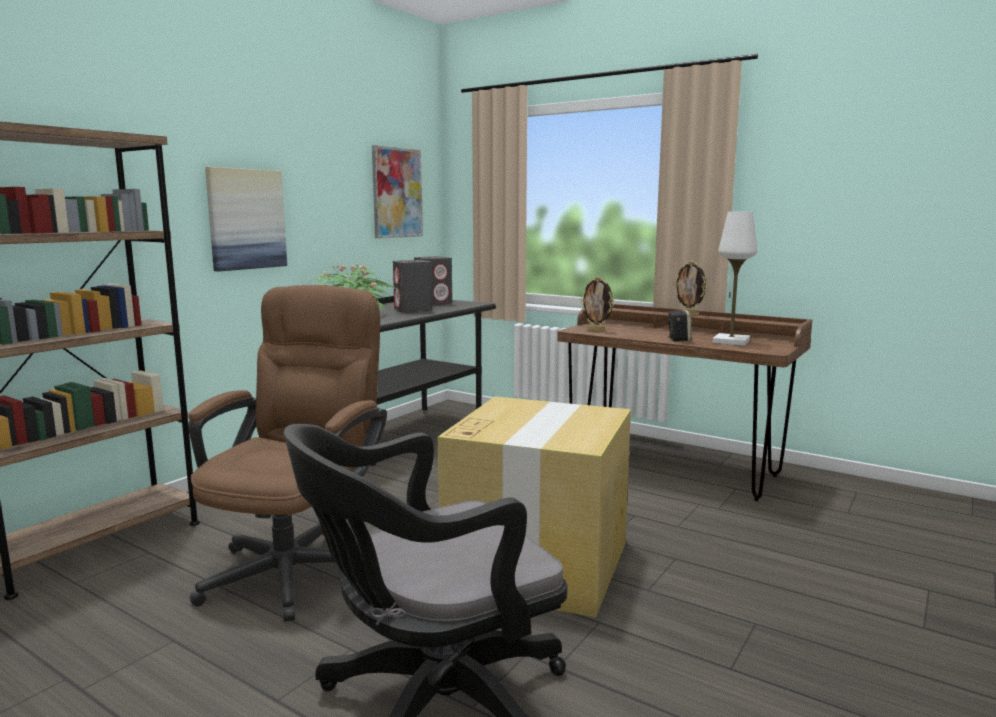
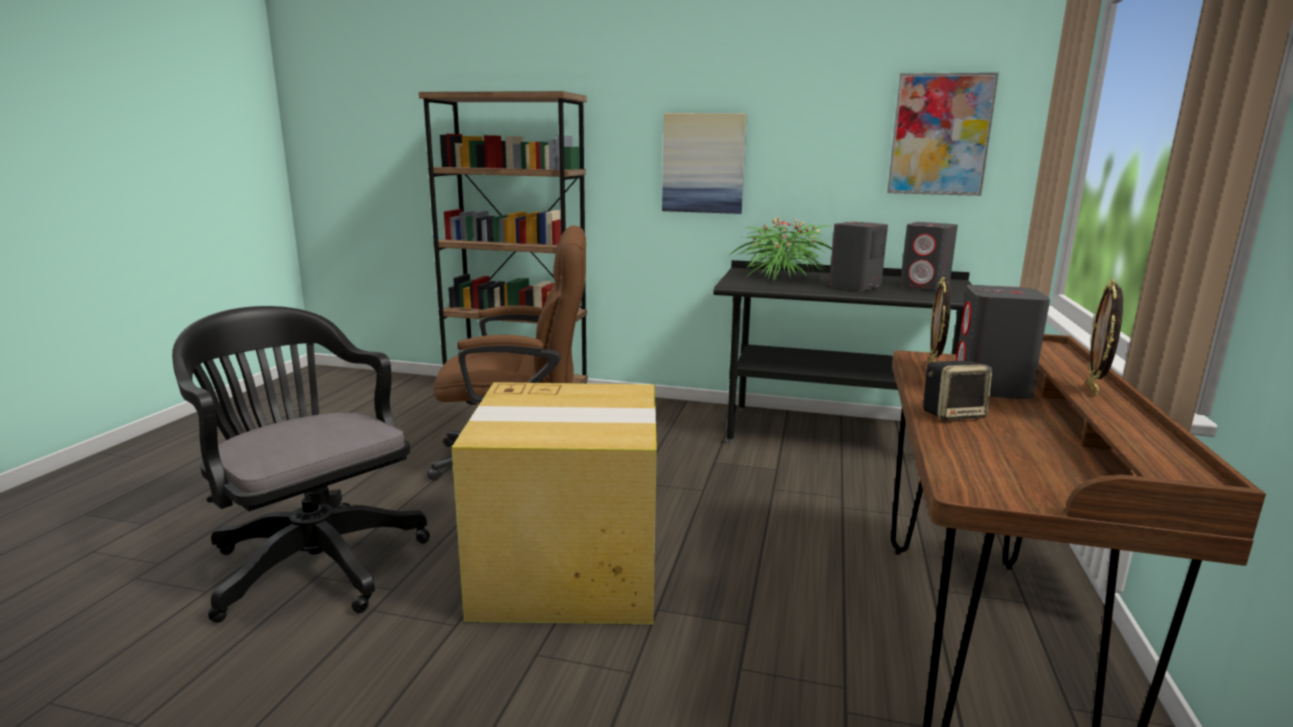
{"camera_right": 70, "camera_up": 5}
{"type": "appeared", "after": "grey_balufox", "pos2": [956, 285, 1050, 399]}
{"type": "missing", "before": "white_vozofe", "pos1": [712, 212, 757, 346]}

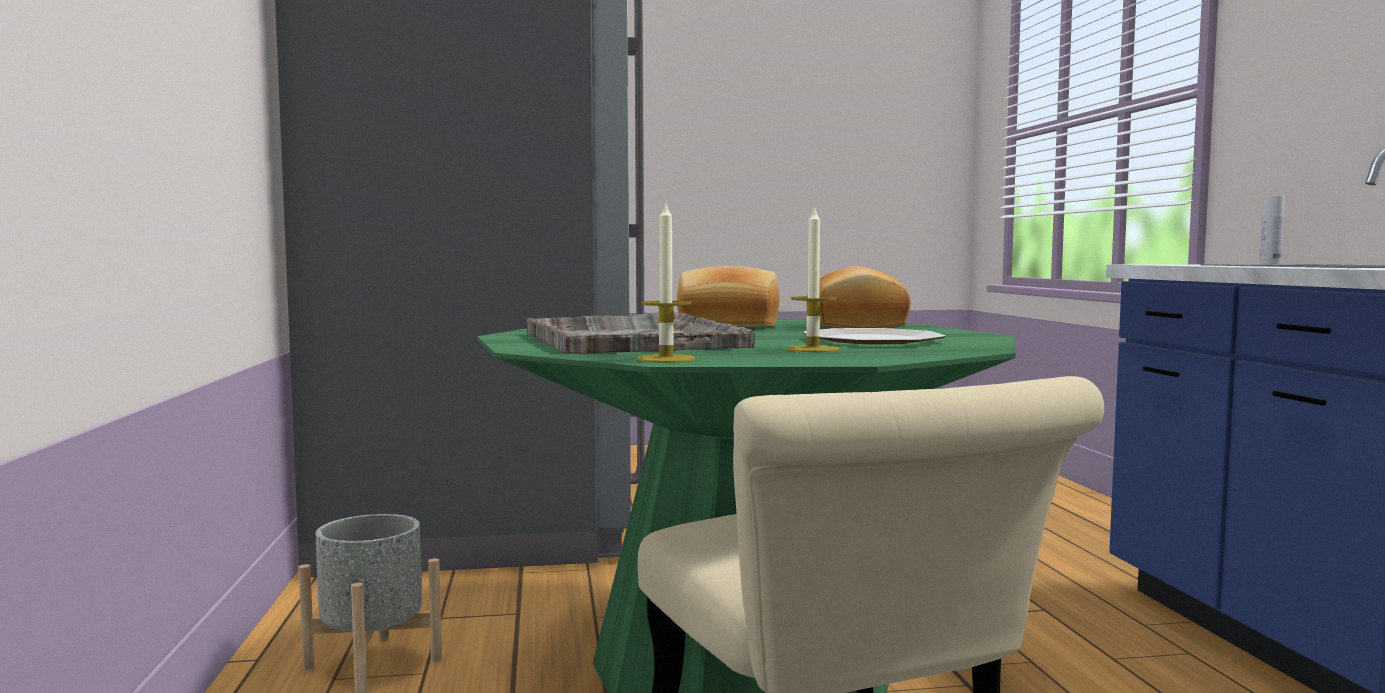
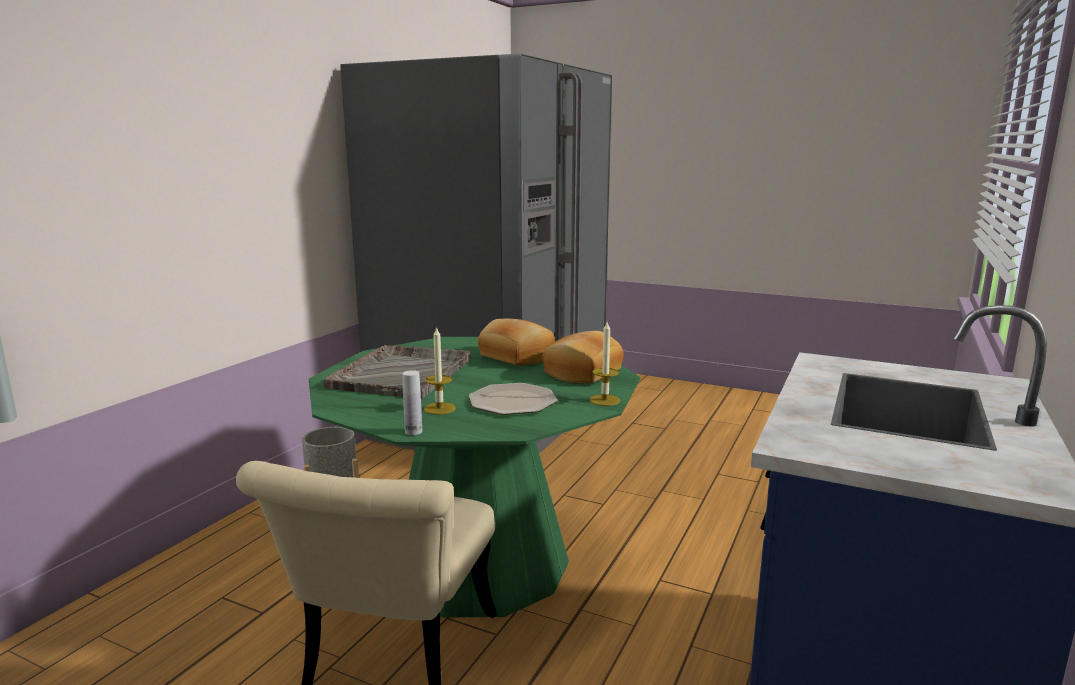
{"camera_right": 35, "camera_up": 10}
{"type": "relocated", "before": "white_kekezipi", "pos1": [1259, 196, 1285, 264], "pos2": [402, 370, 422, 435]}
{"type": "relocated", "before": "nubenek", "pos1": [637, 202, 695, 363], "pos2": [590, 322, 620, 406]}

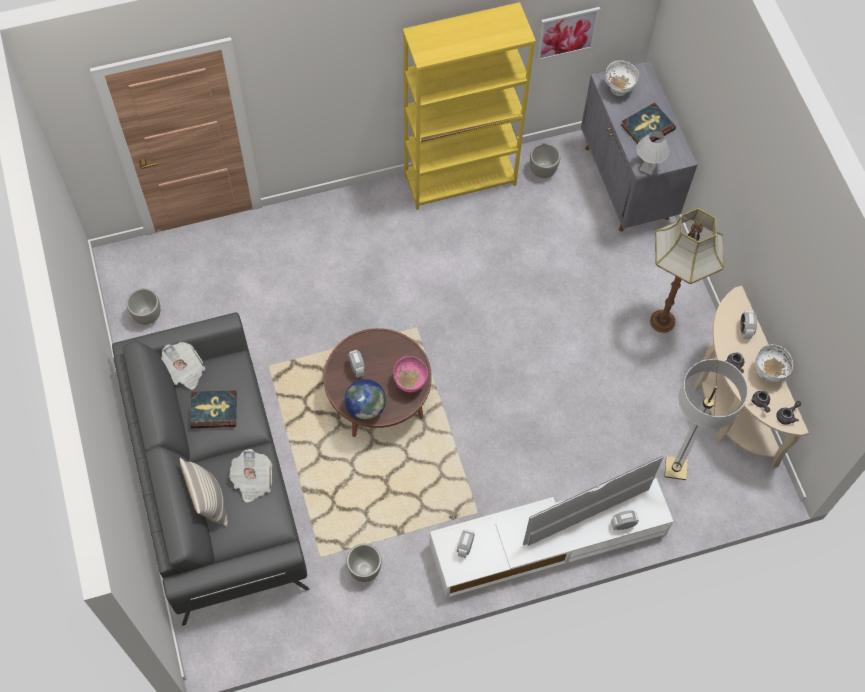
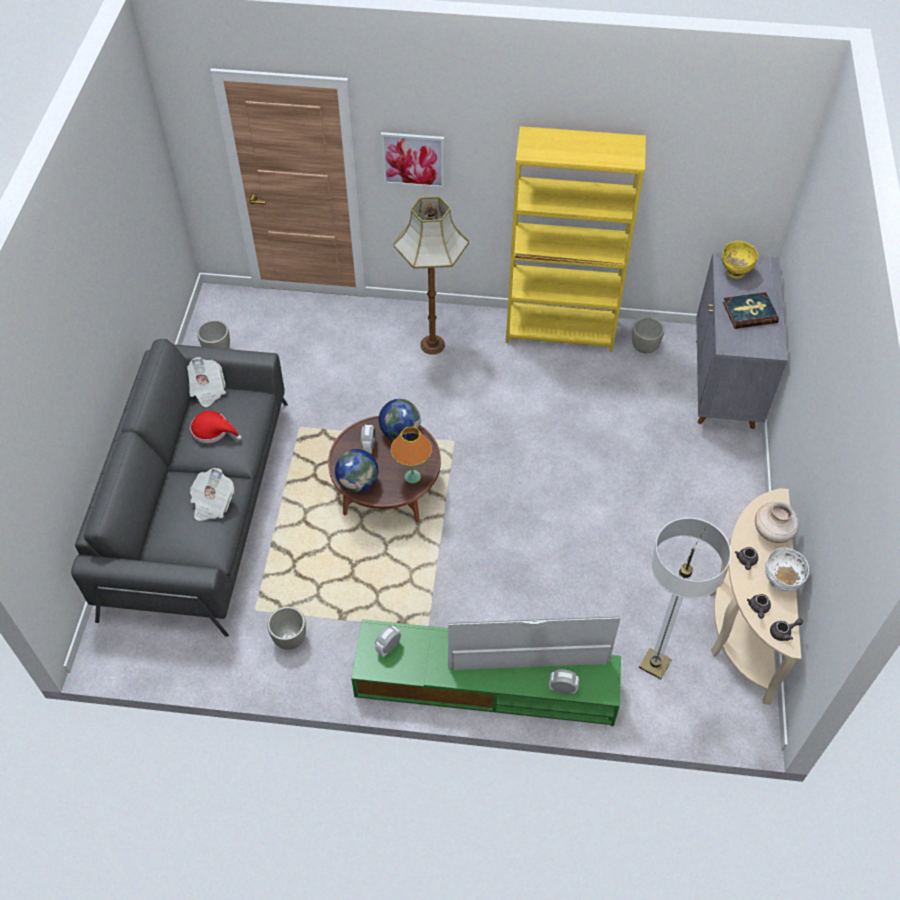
{"camera_right": 25, "camera_up": -10}
{"type": "exchanged", "before": "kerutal", "after": "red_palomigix", "pos1": [190, 390, 237, 428], "pos2": [190, 411, 242, 443]}
{"type": "colour", "before": "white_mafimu", "after": "green_mafimu", "pos1": [429, 478, 674, 598], "pos2": [351, 619, 621, 726]}
{"type": "appeared", "after": "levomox", "pos2": [379, 399, 421, 440]}
{"type": "relocated", "before": "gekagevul", "pos1": [536, 7, 600, 61], "pos2": [381, 132, 445, 188]}
{"type": "exchanged", "before": "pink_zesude", "after": "orange_vozofe", "pos1": [393, 356, 428, 392], "pos2": [391, 427, 432, 483]}
{"type": "relocated", "before": "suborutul", "pos1": [650, 208, 724, 333], "pos2": [393, 196, 469, 355]}
{"type": "colour", "before": "white_zesude", "after": "yellow_zesude", "pos1": [605, 60, 639, 96], "pos2": [722, 241, 758, 279]}
{"type": "exchanged", "before": "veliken", "after": "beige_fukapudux", "pos1": [740, 311, 757, 339], "pos2": [755, 502, 799, 543]}
{"type": "missing", "before": "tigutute", "pos1": [180, 458, 228, 527]}
{"type": "missing", "before": "white_vozofe", "pos1": [637, 131, 669, 175]}

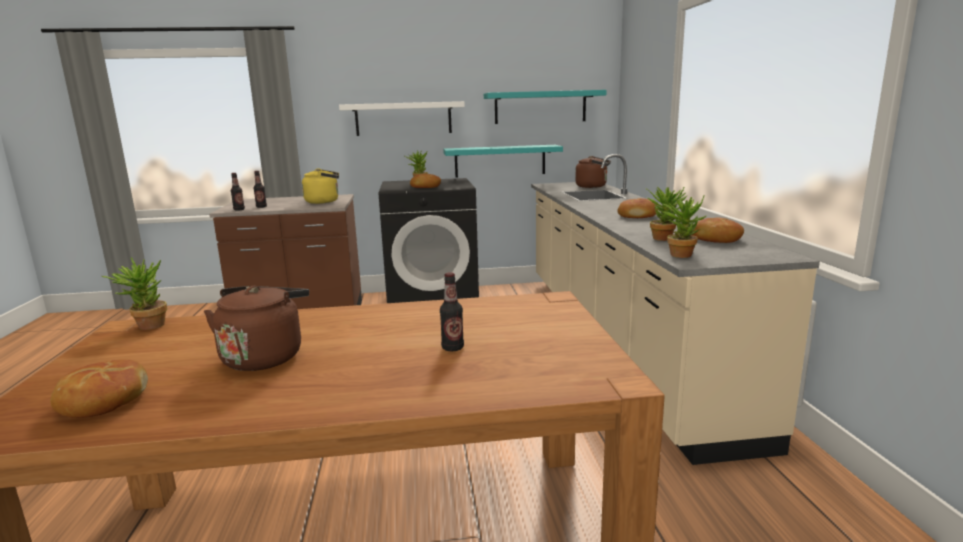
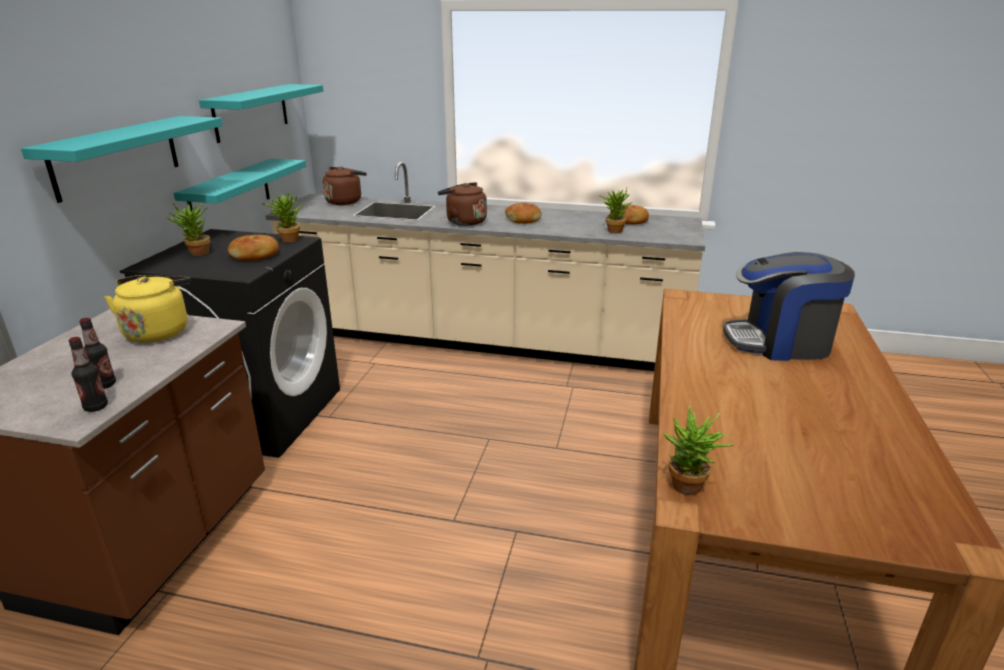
{"camera_right": -70, "camera_up": 10}
{"type": "colour", "before": "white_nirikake", "after": "turquoise_nirikake", "pos1": [339, 101, 465, 136], "pos2": [21, 116, 223, 203]}
{"type": "relocated", "before": "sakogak", "pos1": [661, 196, 706, 258], "pos2": [262, 190, 302, 243]}
{"type": "relocated", "before": "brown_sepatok", "pos1": [204, 286, 309, 371], "pos2": [438, 182, 487, 226]}
{"type": "exchanged", "before": "kekezipi", "after": "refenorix", "pos1": [440, 272, 464, 351], "pos2": [723, 252, 855, 361]}
{"type": "missing", "before": "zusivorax", "pos1": [50, 359, 148, 418]}

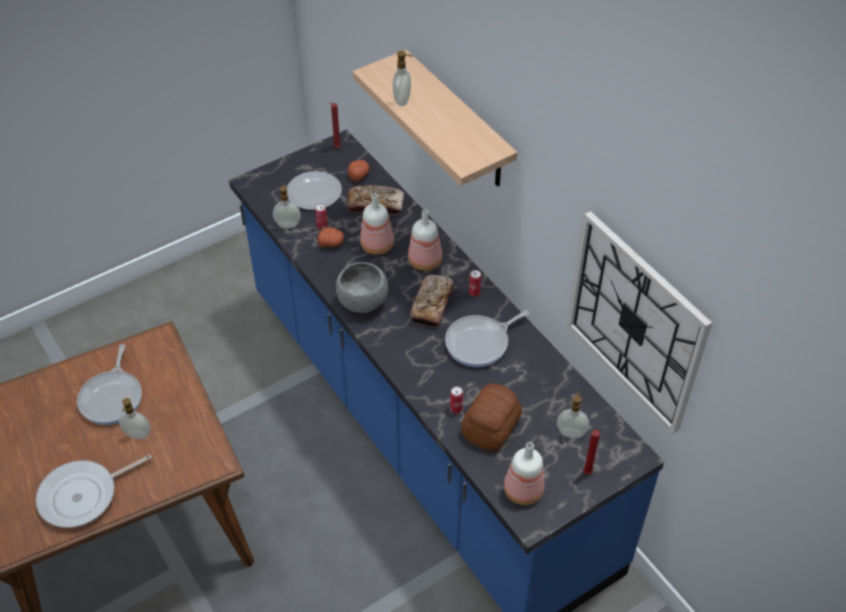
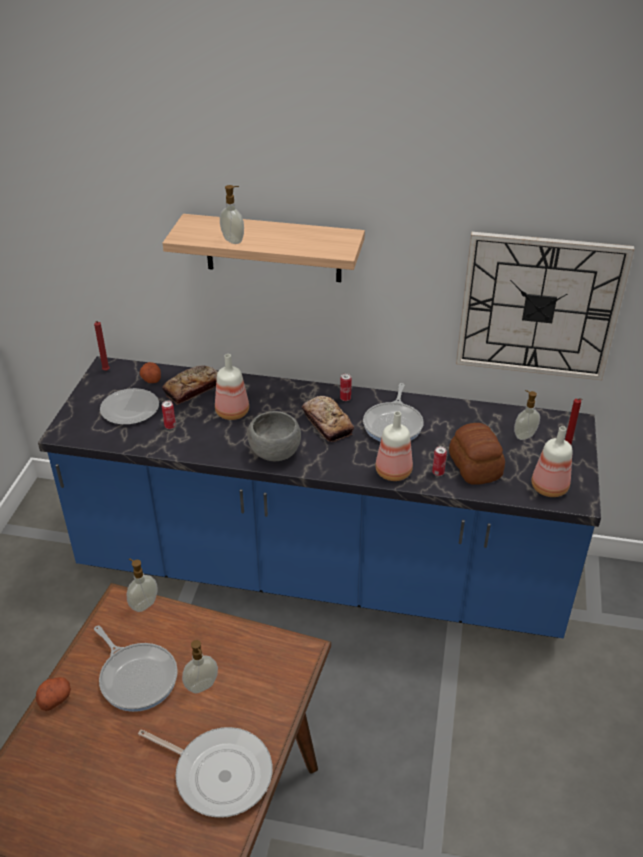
{"camera_right": -45, "camera_up": -10}
{"type": "relocated", "before": "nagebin", "pos1": [317, 227, 344, 247], "pos2": [36, 677, 71, 711]}
{"type": "relocated", "before": "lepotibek", "pos1": [273, 184, 301, 228], "pos2": [126, 558, 157, 612]}
{"type": "spun", "before": "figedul", "pos1": [35, 454, 152, 528], "pos2": [138, 727, 272, 818], "turn": -75}
{"type": "relocated", "before": "kekezipi", "pos1": [408, 210, 442, 271], "pos2": [375, 411, 413, 481]}

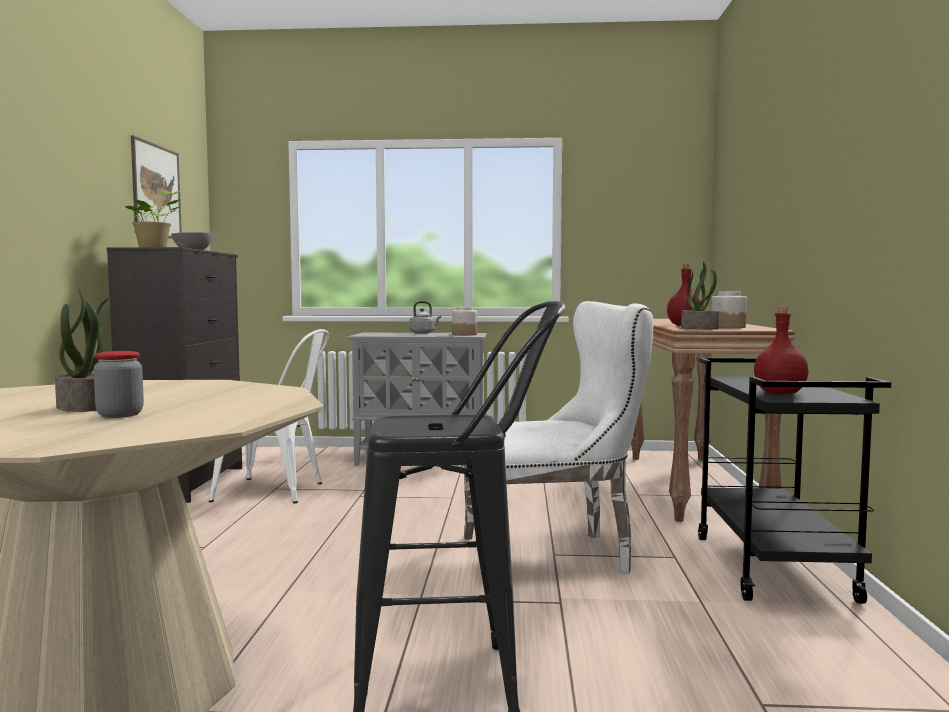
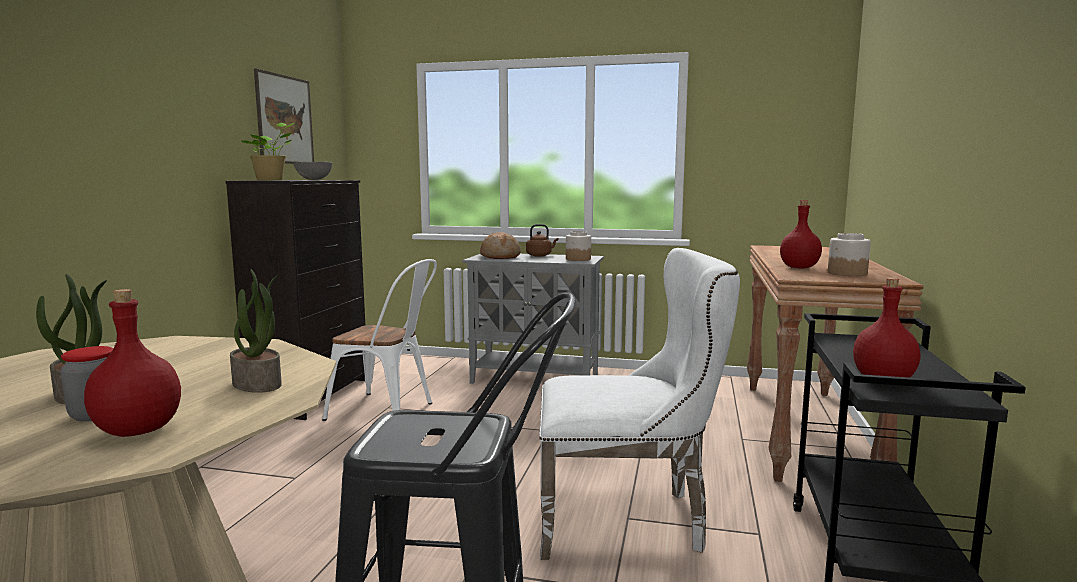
{"camera_right": 10, "camera_up": 5}
{"type": "appeared", "after": "red_kekezipi", "pos2": [84, 289, 181, 437]}
{"type": "relocated", "before": "sakogak", "pos1": [681, 262, 719, 329], "pos2": [230, 269, 282, 393]}
{"type": "appeared", "after": "zusivorax", "pos2": [480, 232, 521, 259]}
{"type": "colour", "before": "grey_sepatok", "after": "brown_sepatok", "pos1": [409, 301, 441, 334], "pos2": [526, 224, 559, 256]}

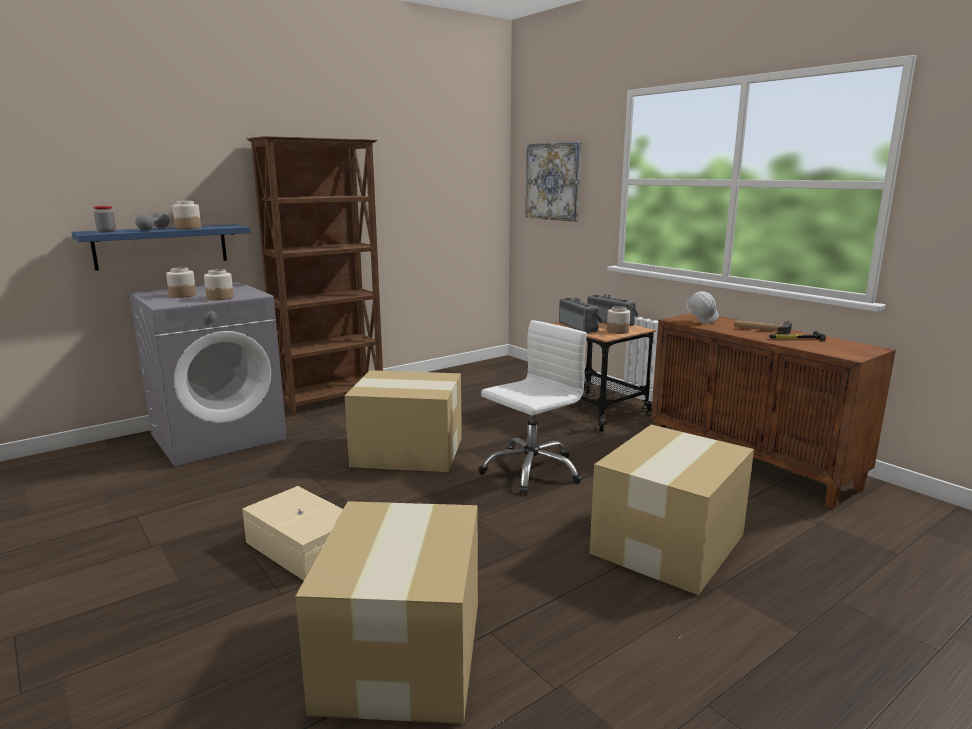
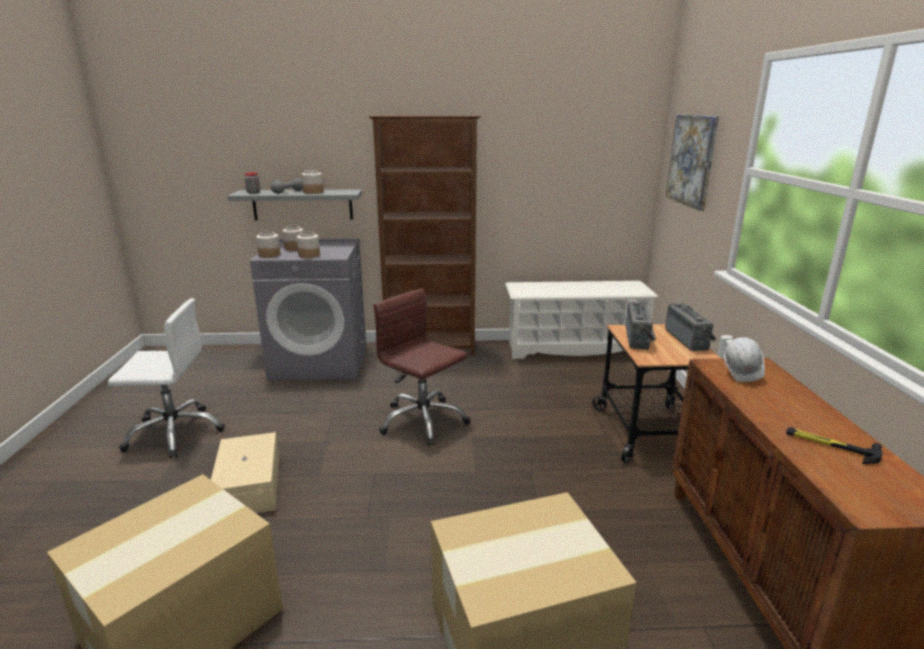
{"camera_right": 35, "camera_up": 5}
{"type": "relocated", "before": "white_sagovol", "pos1": [478, 320, 587, 495], "pos2": [108, 298, 225, 458]}
{"type": "colour", "before": "blue_nirikake", "after": "grey_nirikake", "pos1": [71, 224, 251, 271], "pos2": [227, 190, 362, 220]}
{"type": "relocated", "before": "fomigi", "pos1": [607, 306, 630, 334], "pos2": [256, 231, 280, 258]}
{"type": "exchanged", "before": "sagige", "after": "brown_sagovol", "pos1": [345, 370, 462, 472], "pos2": [373, 289, 470, 446]}
{"type": "appeared", "after": "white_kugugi", "pos2": [505, 281, 658, 359]}
{"type": "missing", "before": "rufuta", "pos1": [734, 320, 792, 335]}

